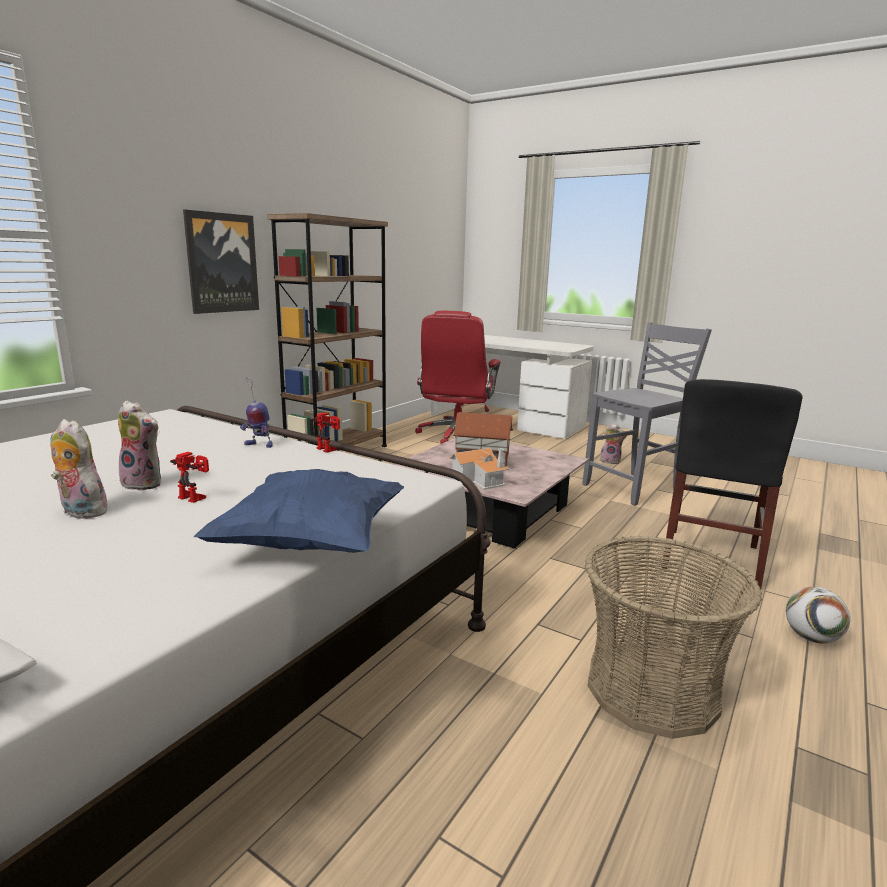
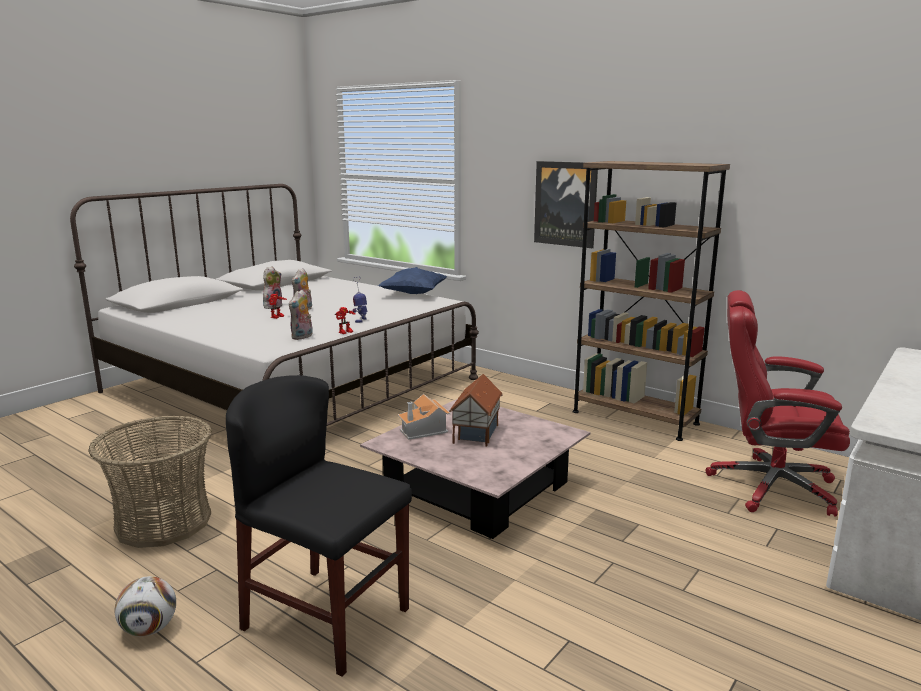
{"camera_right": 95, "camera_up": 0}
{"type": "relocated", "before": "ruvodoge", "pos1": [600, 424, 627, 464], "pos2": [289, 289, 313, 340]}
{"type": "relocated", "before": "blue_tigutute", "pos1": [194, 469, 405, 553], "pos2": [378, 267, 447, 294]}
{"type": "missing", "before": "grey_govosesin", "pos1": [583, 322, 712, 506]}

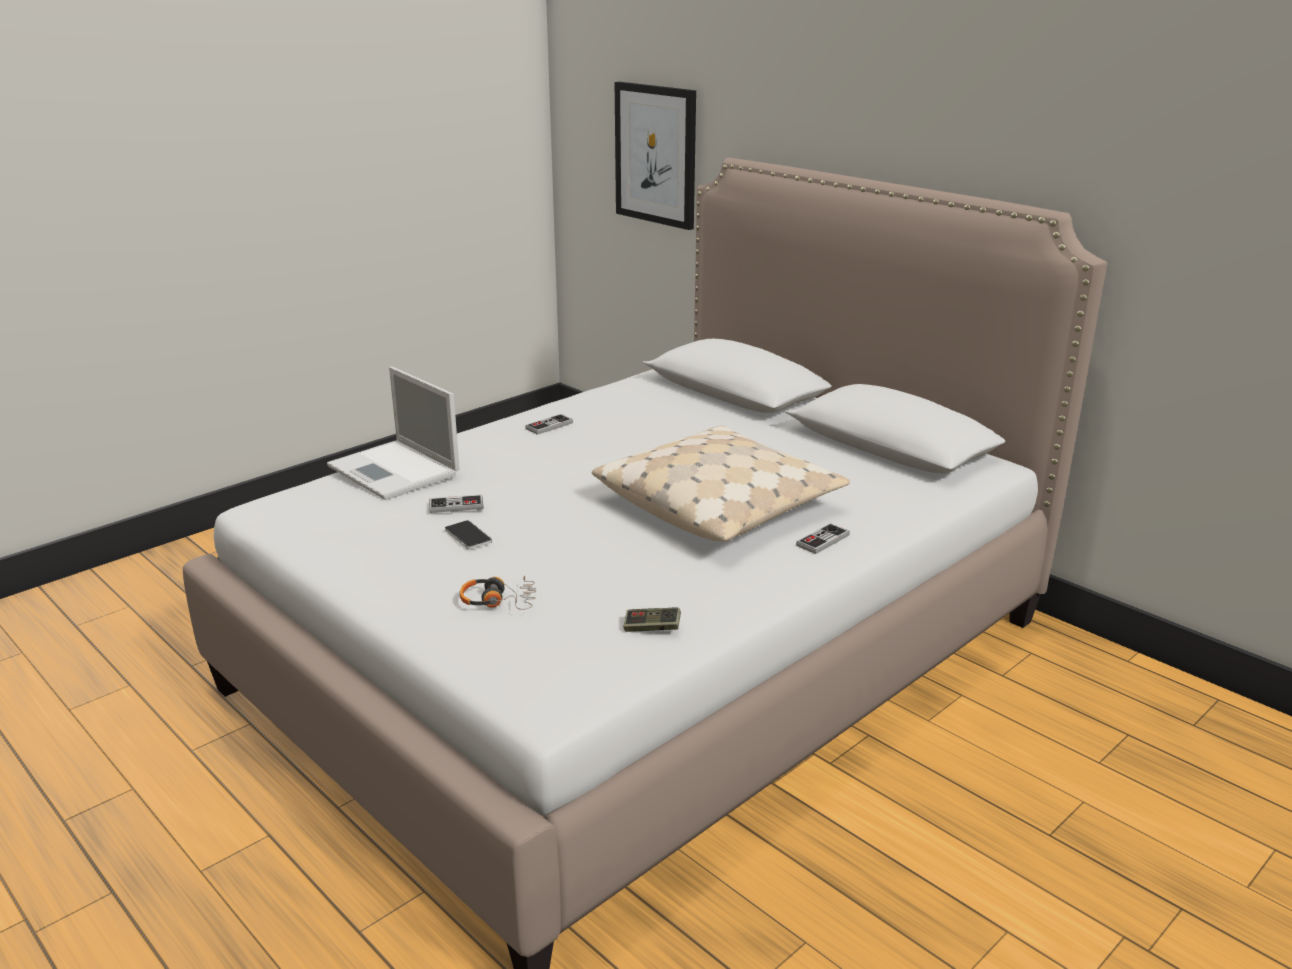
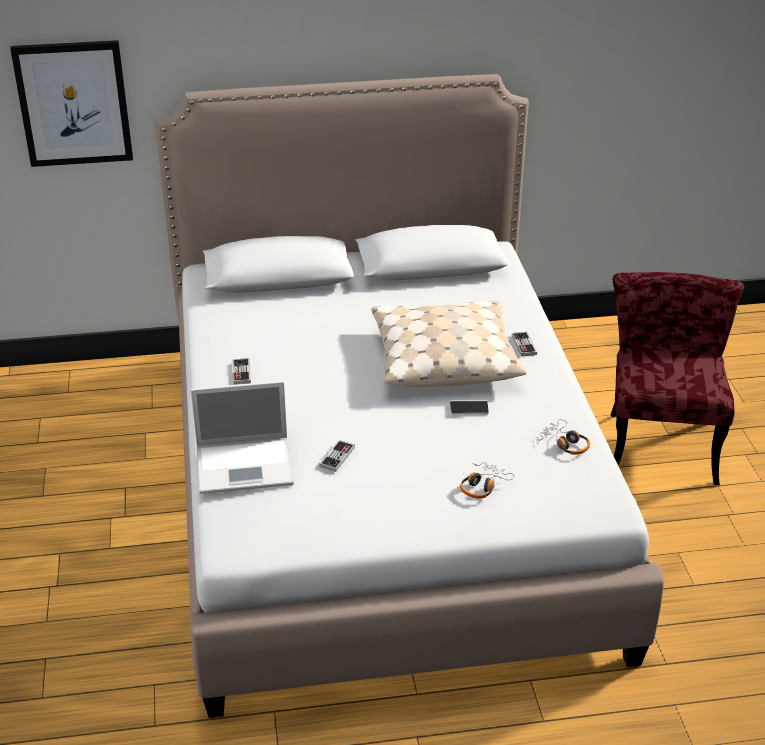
{"camera_right": -55, "camera_up": 10}
{"type": "relocated", "before": "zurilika", "pos1": [445, 520, 492, 550], "pos2": [450, 401, 489, 415]}
{"type": "exchanged", "before": "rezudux", "after": "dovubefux", "pos1": [624, 608, 681, 632], "pos2": [539, 419, 590, 455]}
{"type": "appeared", "after": "red_govosesin", "pos2": [611, 272, 744, 485]}

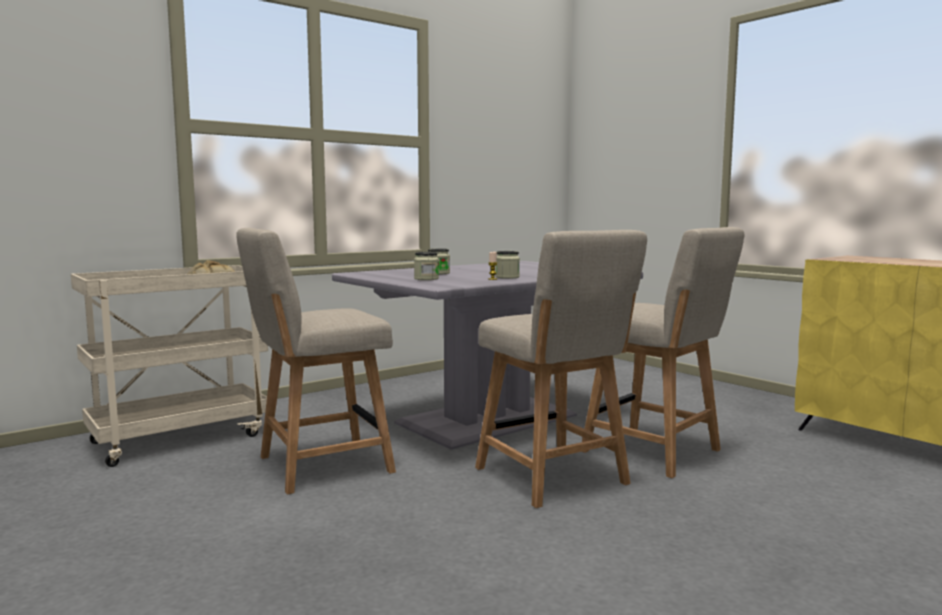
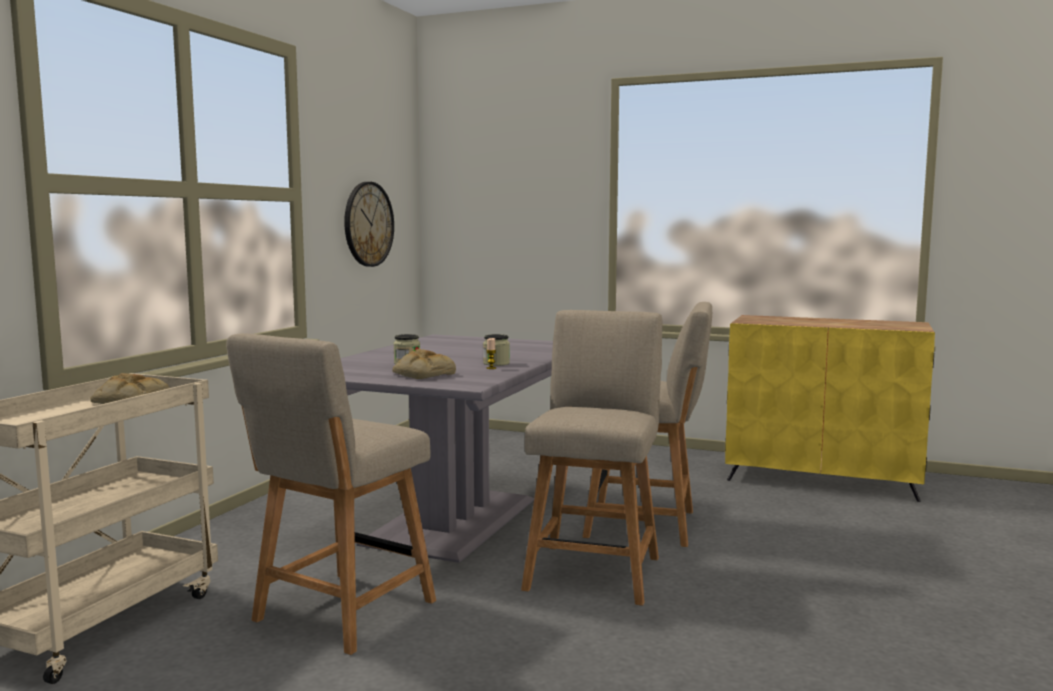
{"camera_right": -30, "camera_up": 0}
{"type": "appeared", "after": "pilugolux", "pos2": [344, 182, 394, 267]}
{"type": "exchanged", "before": "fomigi", "after": "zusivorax", "pos1": [414, 252, 439, 280], "pos2": [392, 349, 456, 379]}
{"type": "spun", "before": "beige_govosesin", "pos1": [475, 230, 647, 508], "pos2": [521, 310, 663, 606], "turn": -105}

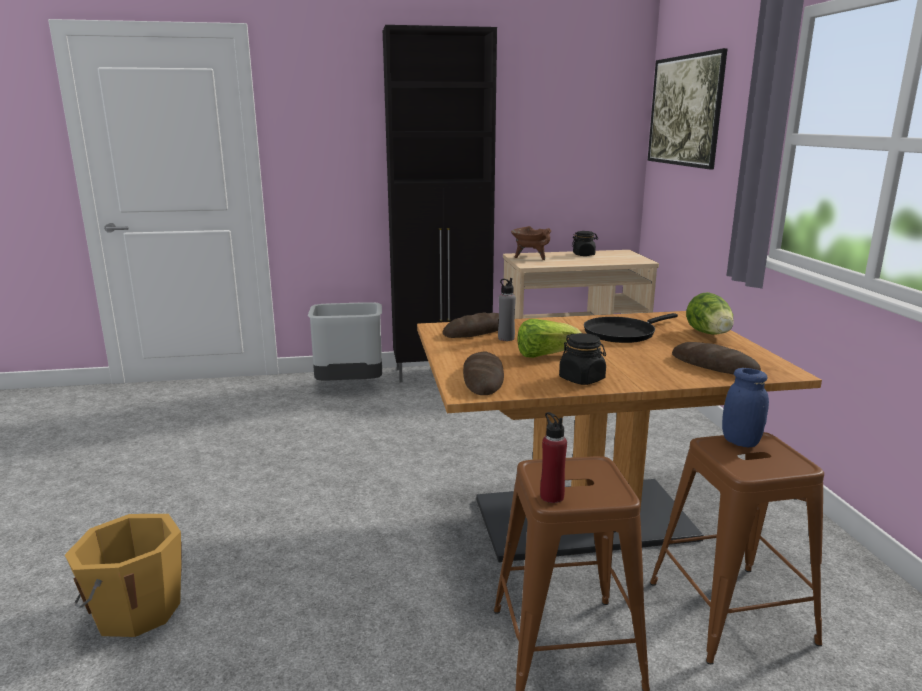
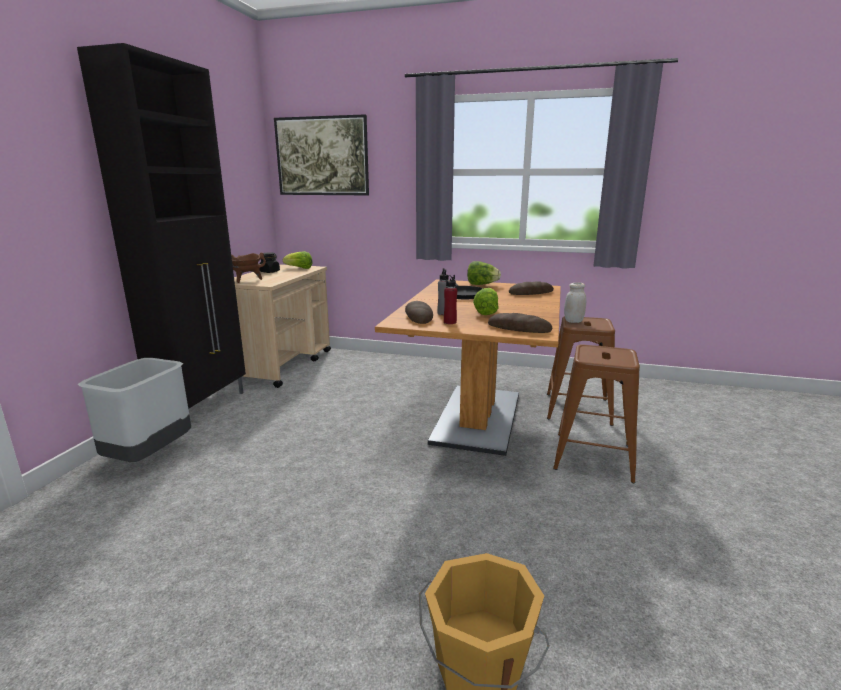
{"camera_right": -65, "camera_up": 0}
{"type": "appeared", "after": "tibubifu", "pos2": [283, 251, 313, 269]}
{"type": "relocated", "before": "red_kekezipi", "pos1": [540, 412, 567, 503], "pos2": [444, 275, 457, 324]}
{"type": "colour", "before": "blue_fomigi", "after": "white_fomigi", "pos1": [722, 368, 769, 447], "pos2": [564, 282, 586, 323]}
{"type": "missing", "before": "black_fomigi", "pos1": [559, 333, 606, 385]}

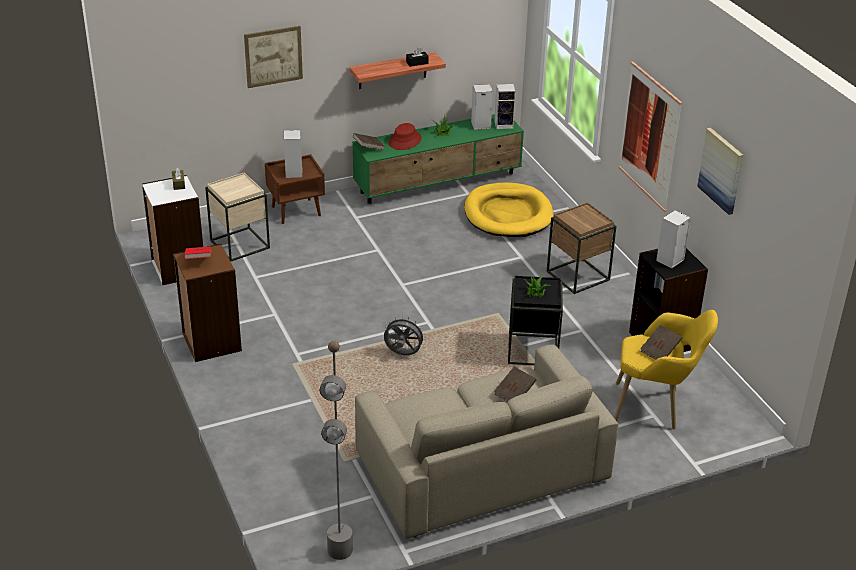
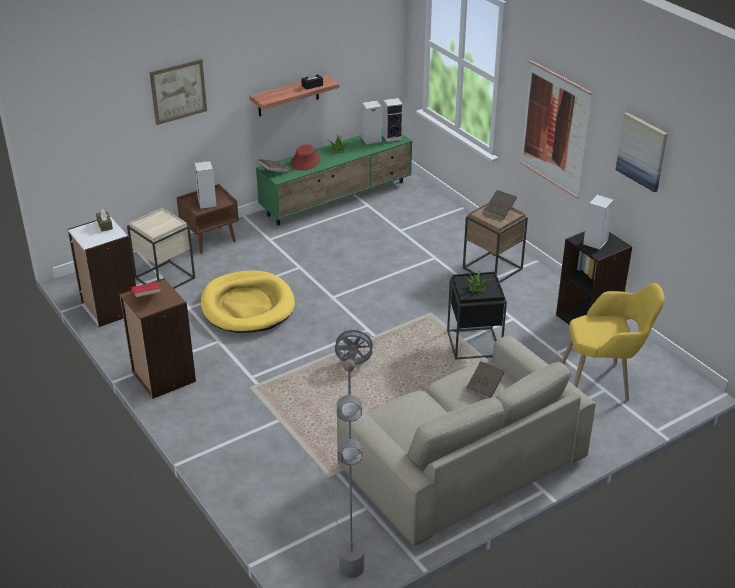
{"camera_right": -10, "camera_up": 0}
{"type": "relocated", "before": "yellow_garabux", "pos1": [465, 182, 553, 237], "pos2": [201, 270, 295, 333]}
{"type": "relocated", "before": "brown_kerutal", "pos1": [640, 325, 682, 360], "pos2": [484, 190, 517, 219]}

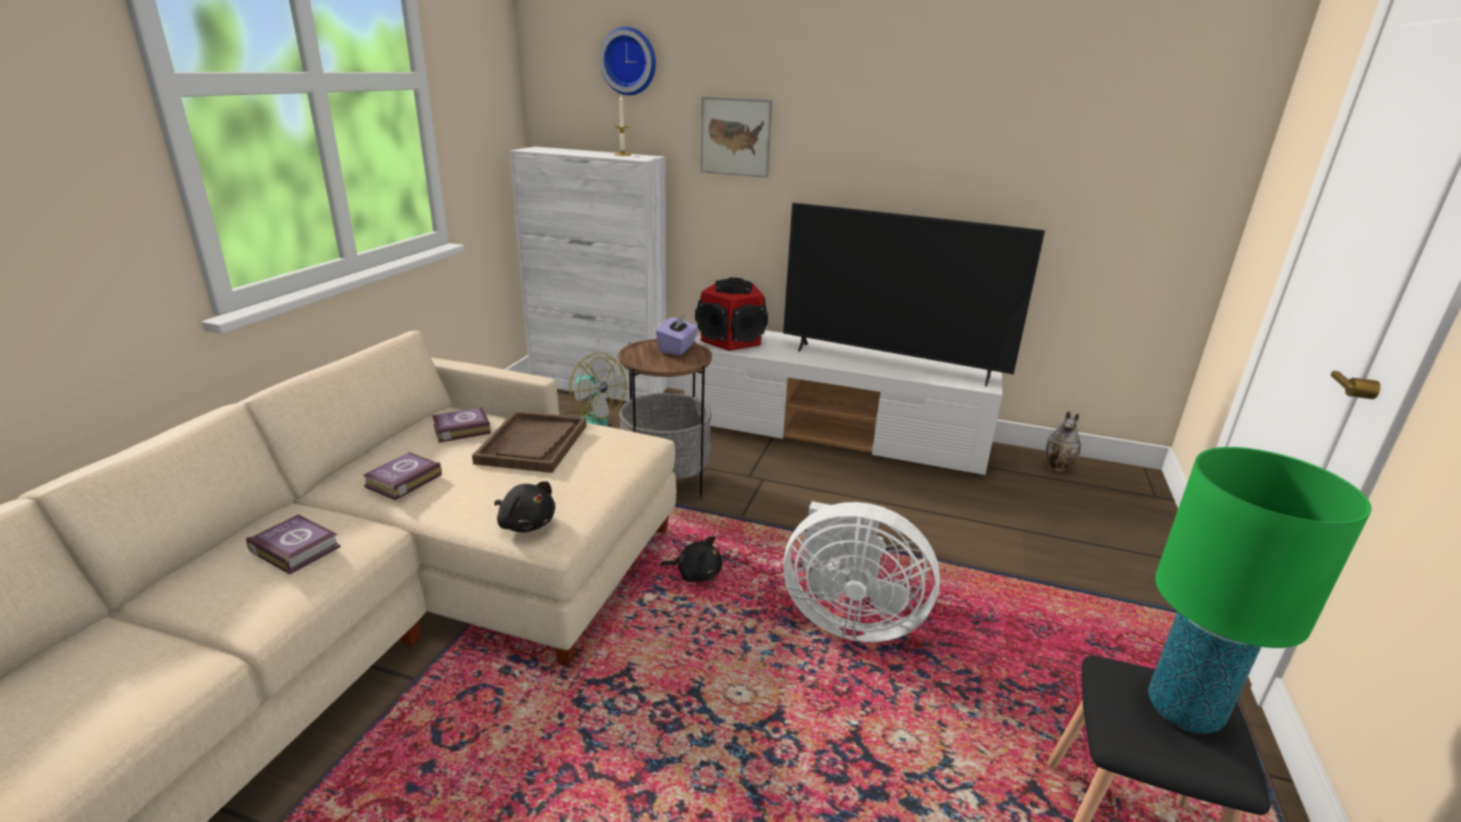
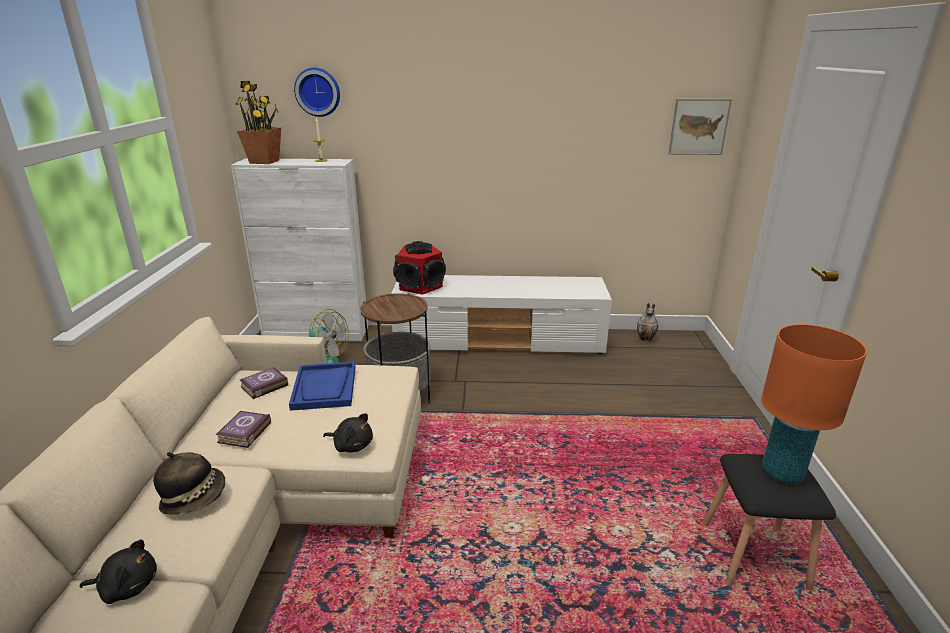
{"camera_right": -15, "camera_up": 0}
{"type": "relocated", "before": "black_ruvodoge", "pos1": [660, 536, 722, 582], "pos2": [80, 539, 157, 604]}
{"type": "exchanged", "before": "kerutal", "after": "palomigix", "pos1": [246, 514, 341, 574], "pos2": [153, 452, 225, 515]}
{"type": "appeared", "after": "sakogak", "pos2": [235, 81, 281, 164]}
{"type": "colour", "before": "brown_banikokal", "after": "blue_banikokal", "pos1": [472, 411, 587, 473], "pos2": [289, 362, 356, 411]}
{"type": "relocated", "before": "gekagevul", "pos1": [700, 96, 773, 178], "pos2": [668, 99, 732, 155]}
{"type": "colour", "before": "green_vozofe", "after": "orange_vozofe", "pos1": [1148, 447, 1371, 734], "pos2": [761, 324, 867, 484]}
{"type": "missing", "before": "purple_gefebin", "pos1": [656, 314, 698, 355]}
{"type": "missing", "before": "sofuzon", "pos1": [783, 203, 1045, 387]}
{"type": "missing", "before": "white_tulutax", "pos1": [784, 501, 940, 642]}

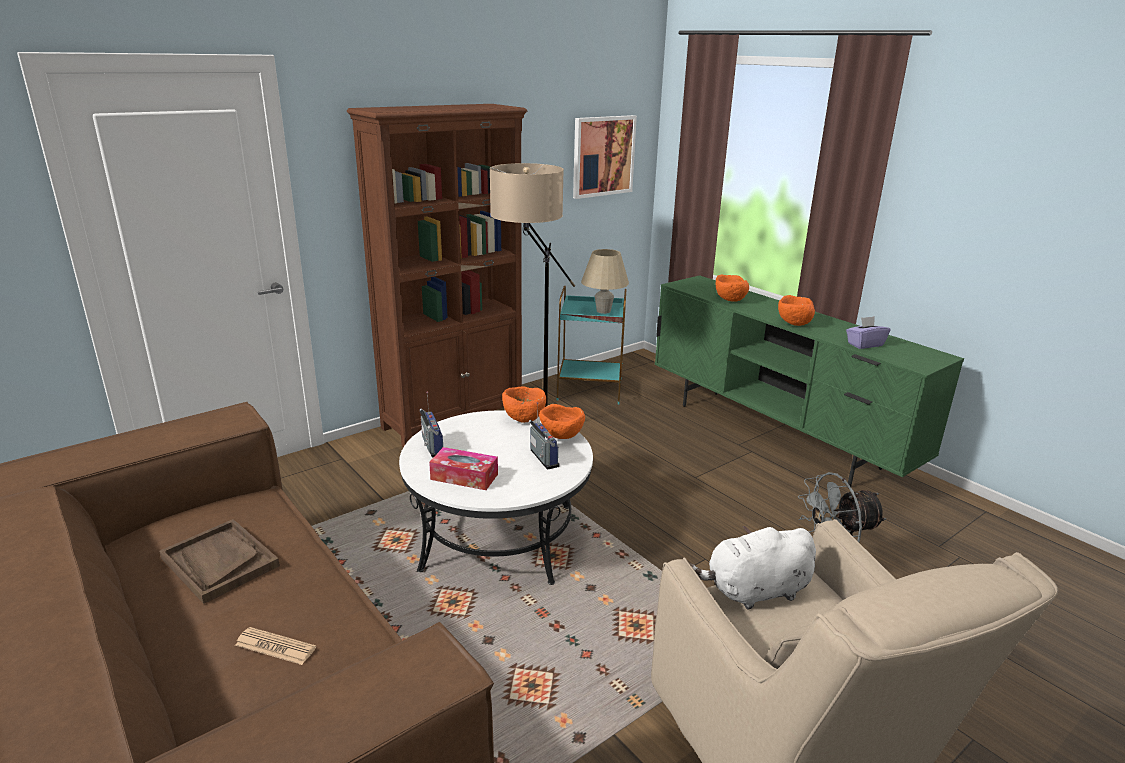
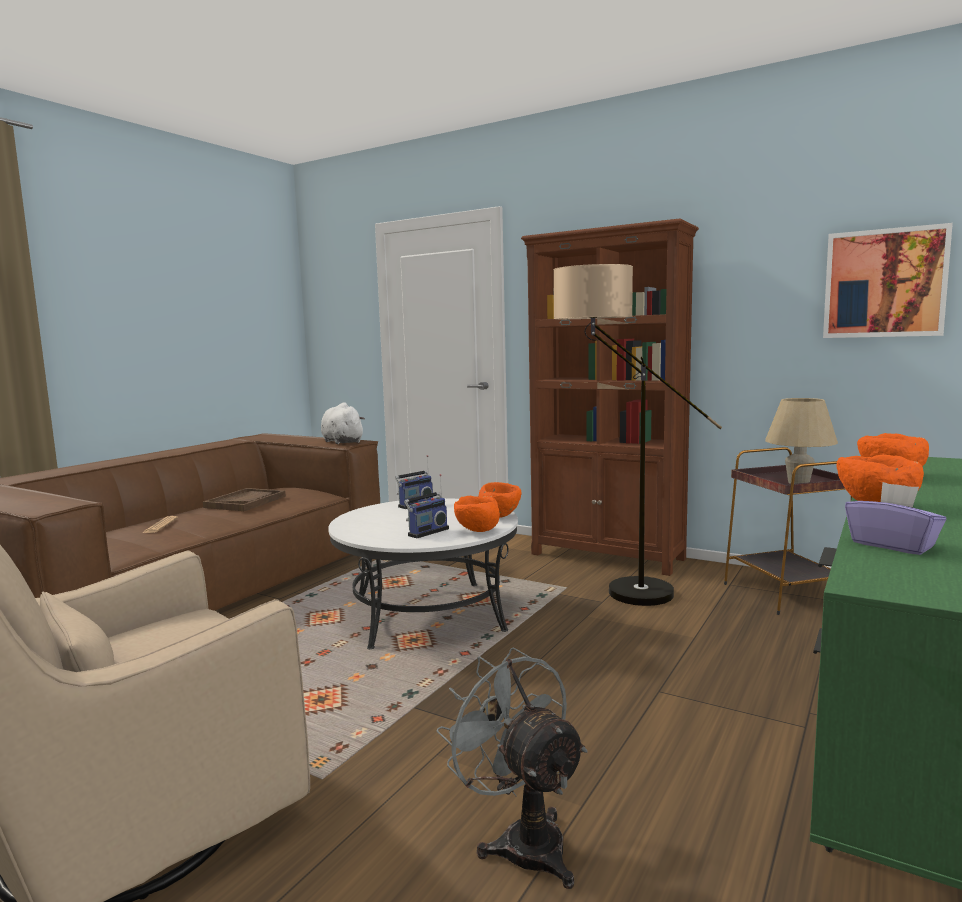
{"camera_right": 70, "camera_up": -15}
{"type": "relocated", "before": "white_ruvodoge", "pos1": [689, 526, 816, 609], "pos2": [321, 402, 365, 444]}
{"type": "colour", "before": "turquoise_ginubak", "after": "brown_ginubak", "pos1": [557, 285, 626, 404], "pos2": [724, 447, 852, 615]}
{"type": "missing", "before": "gefebin", "pos1": [429, 447, 498, 490]}

